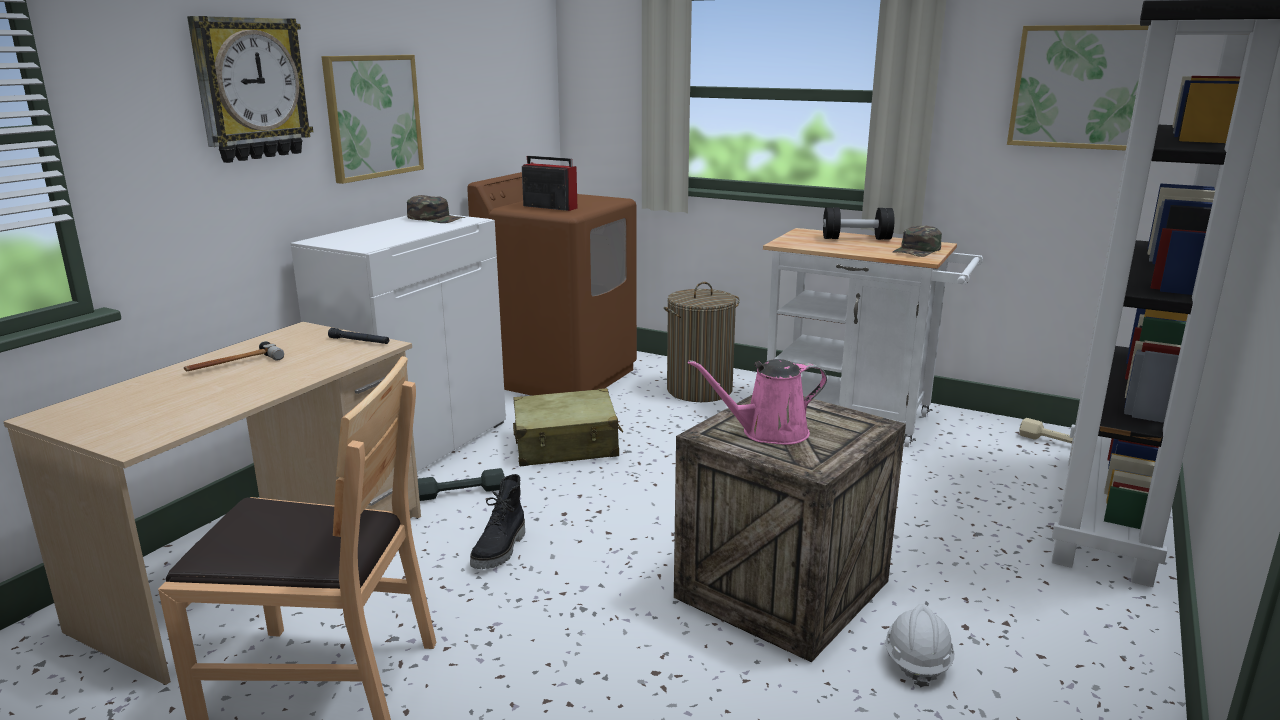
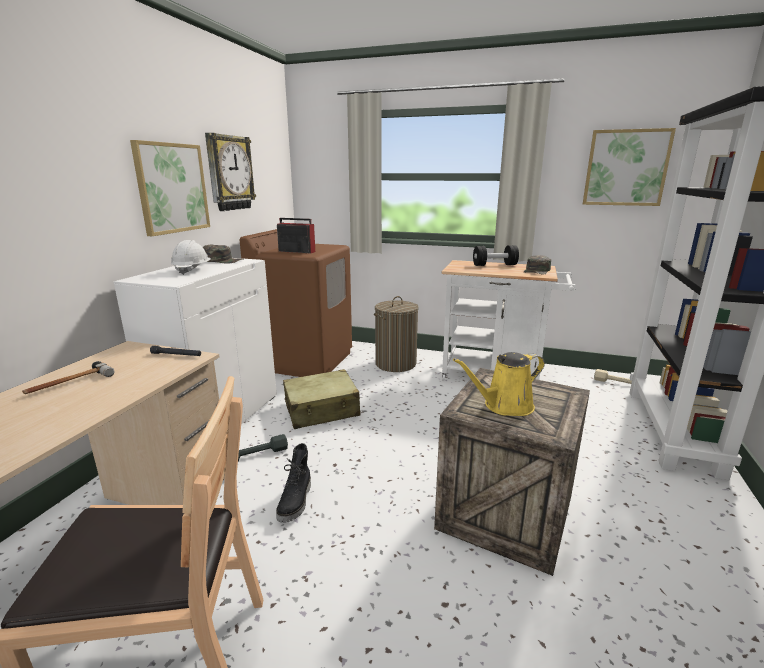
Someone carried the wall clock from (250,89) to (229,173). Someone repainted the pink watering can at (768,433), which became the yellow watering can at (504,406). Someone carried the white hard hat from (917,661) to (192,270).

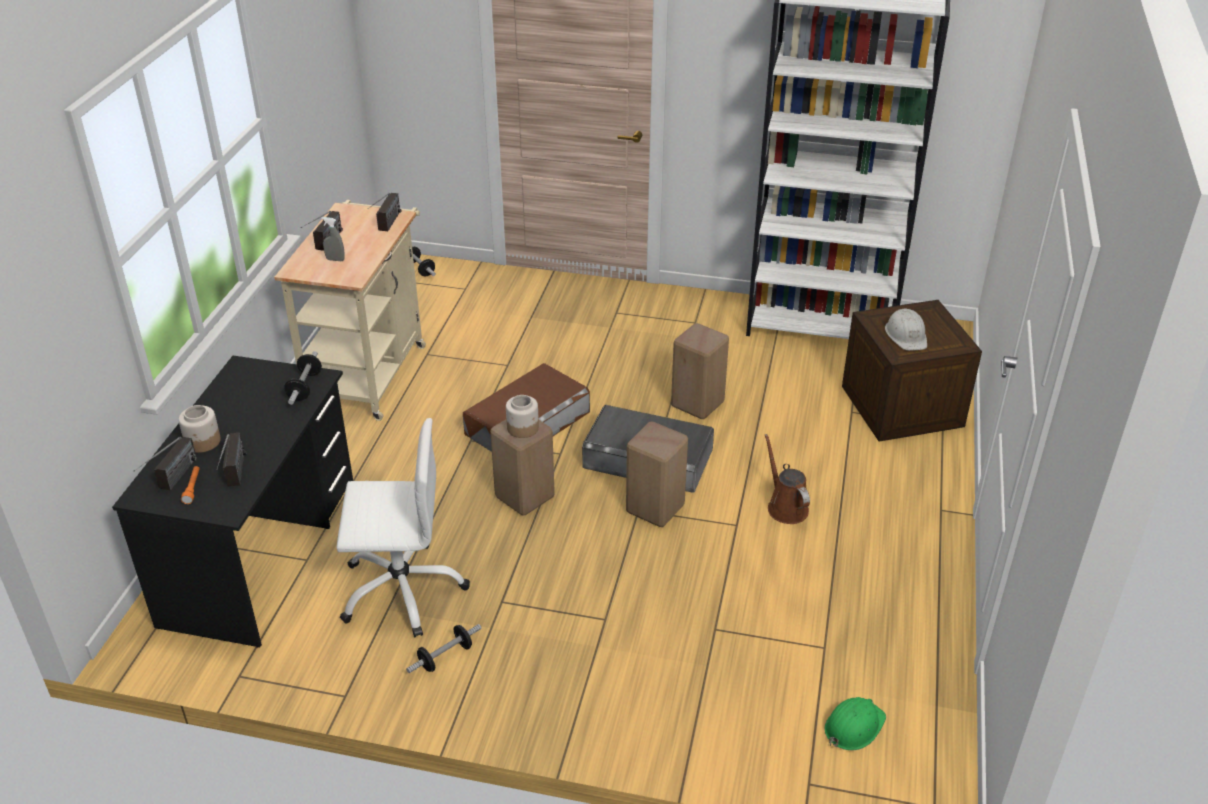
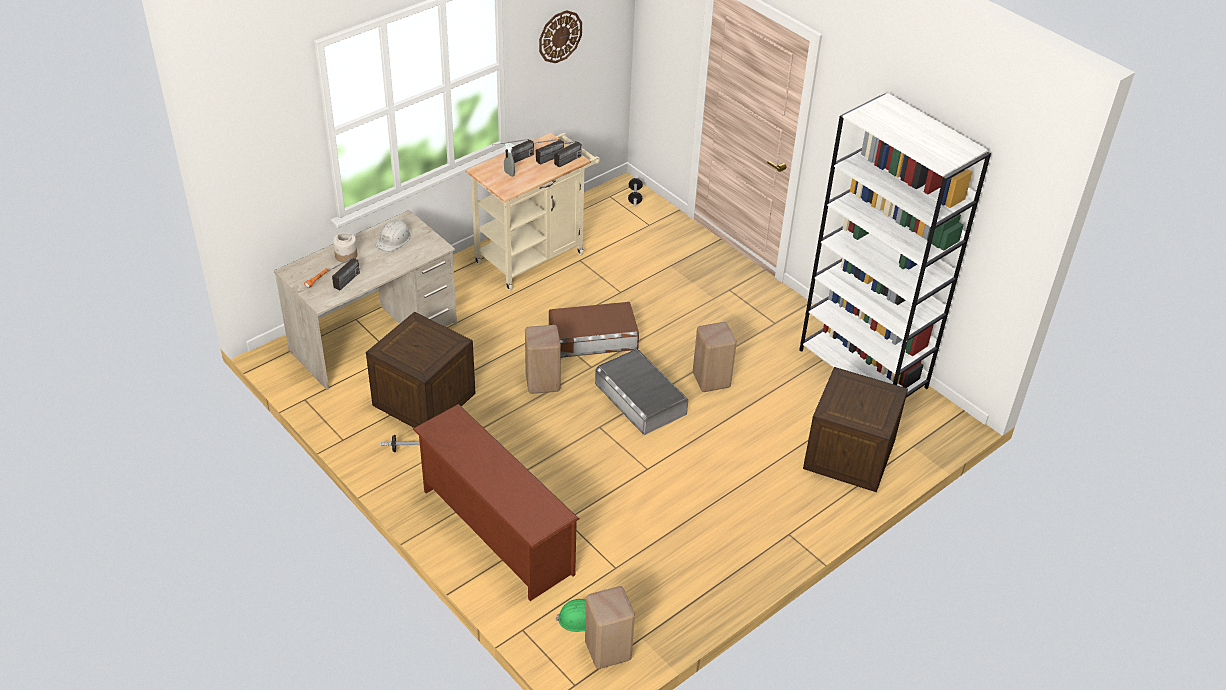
Someone repainted the black desk at (261,553), which became the beige desk at (374,338). Someone carried the radio from (172,482) to (544,161). Someone took away the dumbbell at (305,387). Someone swapped the white office chair at (402,589) for the crate at (424,399). Someone took away the jar at (523,428). Someone carried the beige stool from (655,510) to (607,651). Someone took away the brown watering can at (785,507). Someone carried the white hard hat from (906,335) to (394,239). Someone put down the brown shoe rack at (494,531). Someone put up the wall clock at (560,36).

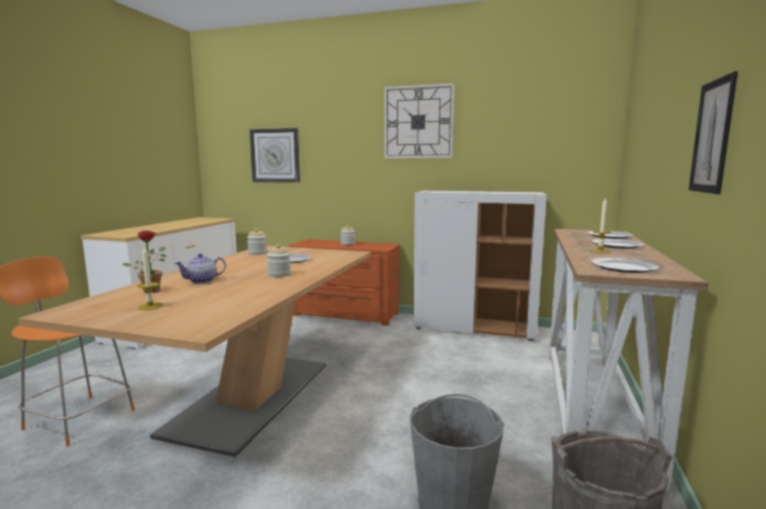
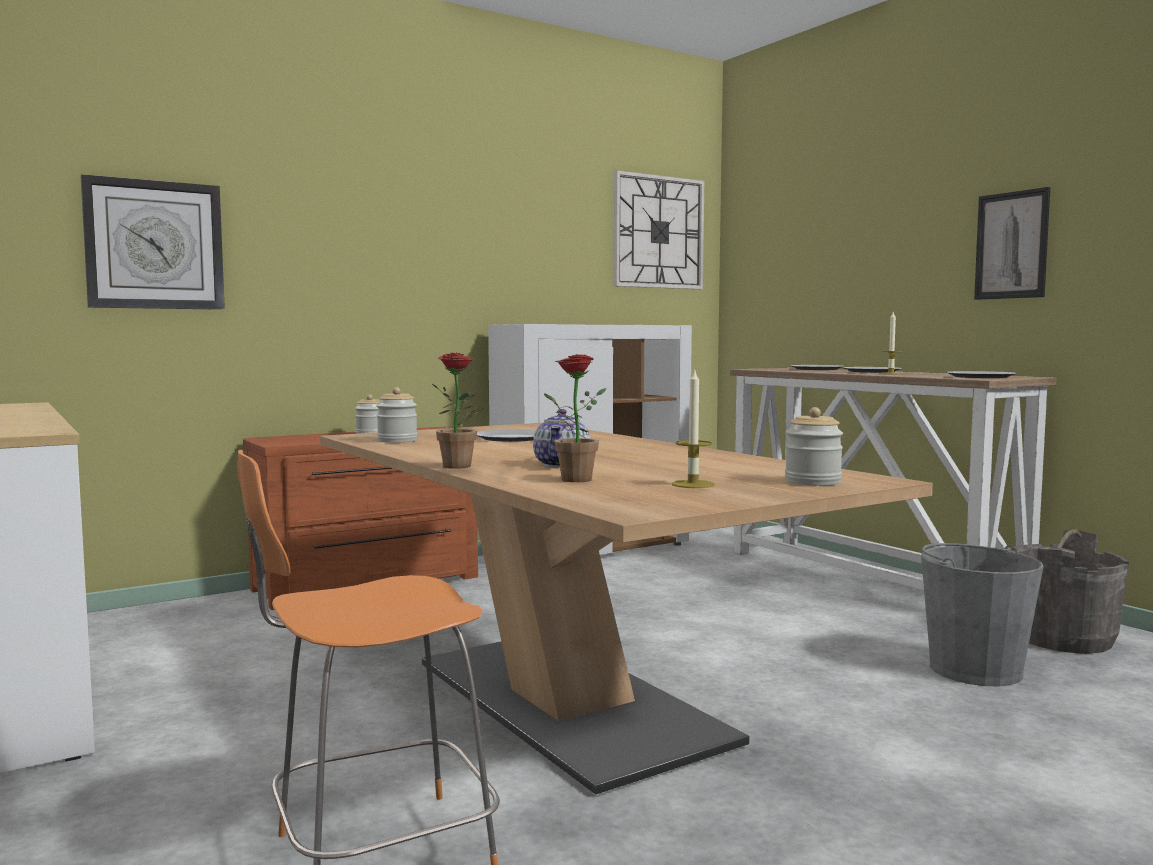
Someone carried the jar from (279,274) to (812,482). Someone carried the wall clock from (418,122) to (658,232). Someone put down the potted plant at (460,467).

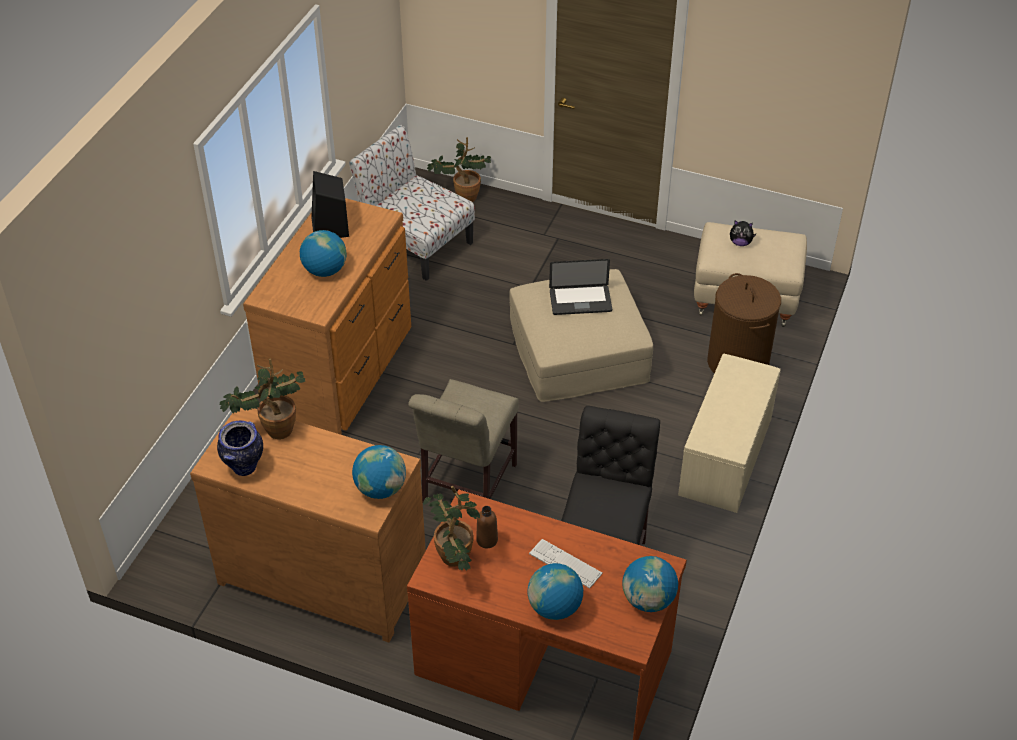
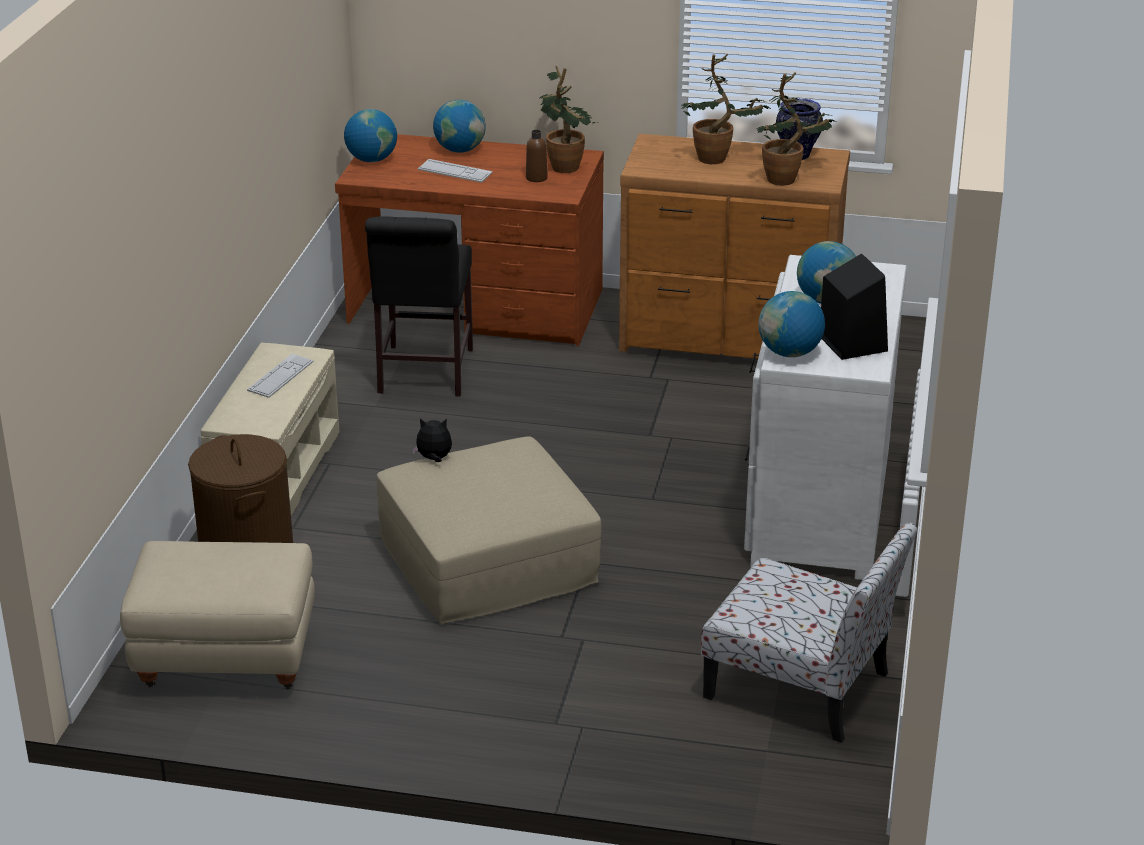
Someone repainted the brown dresser at (342,371), which became the white dresser at (817,506). Someone carried the globe from (380,488) to (790,353). Someone took away the beige chair at (466,487). Someone carried the potted plant from (462,196) to (719,159). Someone took away the laptop at (580,301). Someone carried the plush toy from (740,243) to (434,459). Someone put down the keyboard at (280,376).

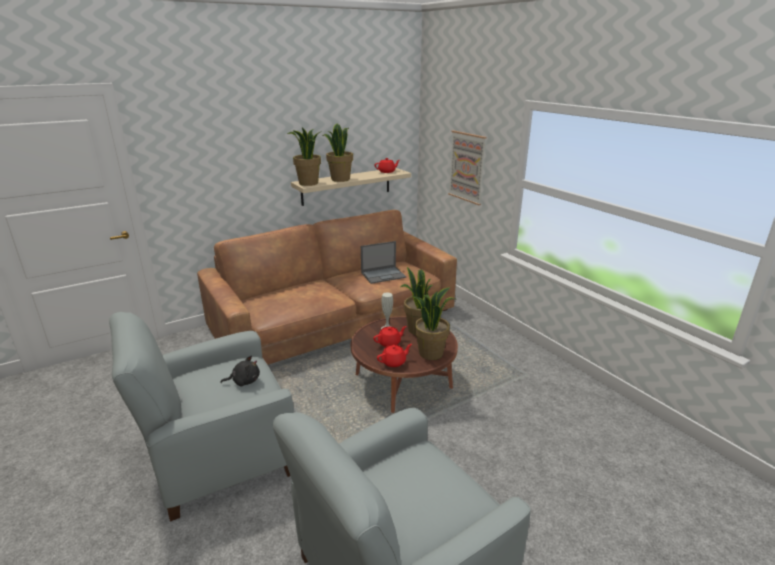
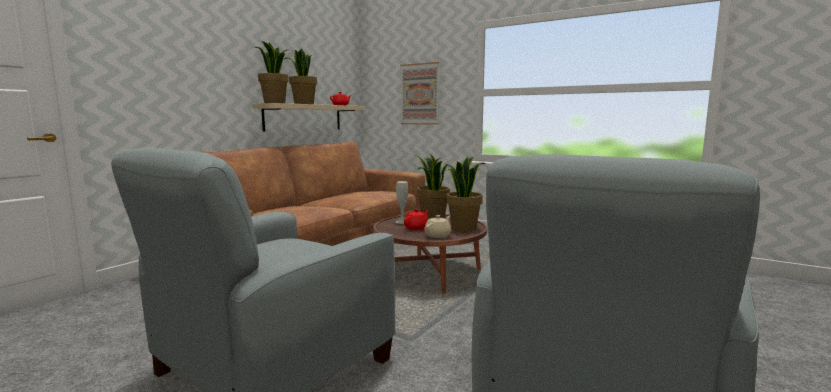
Someone took away the black plush toy at (244,381). Someone took away the laptop at (383,275). Someone repainted the red teapot at (394,362), which became the beige teapot at (438,235).

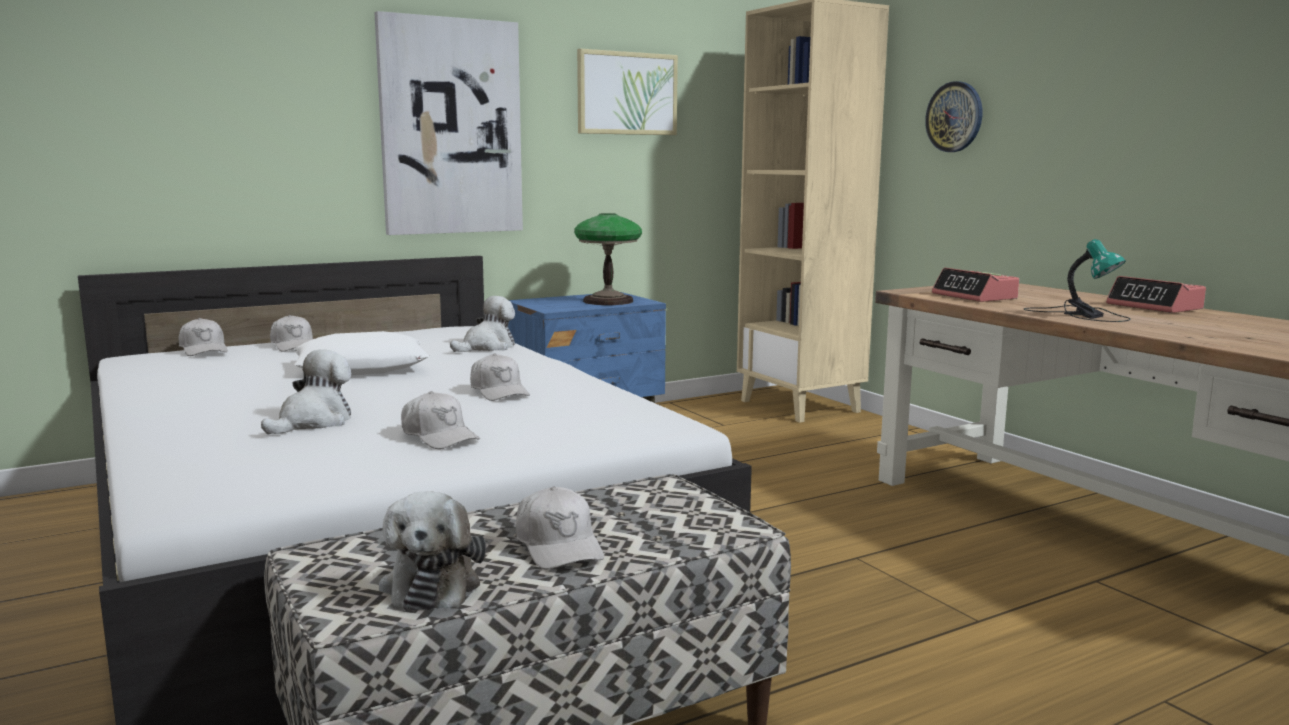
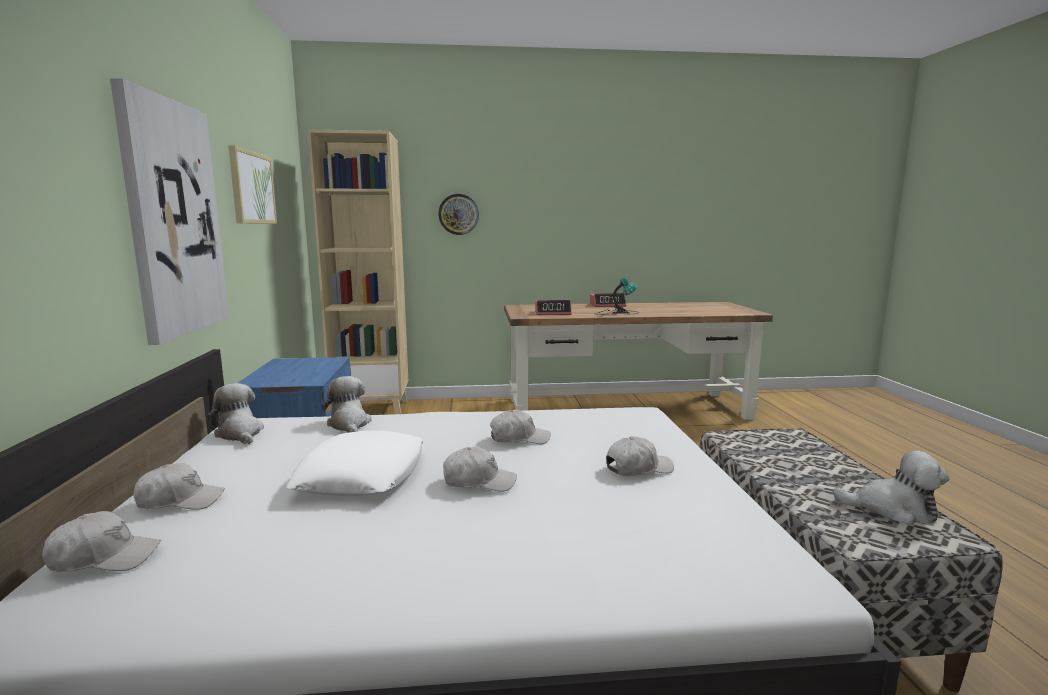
Someone carried the plush toy from (313,422) to (240,434). Someone carried the white cap from (559,546) to (479,481). Someone took away the table lamp at (608,301).

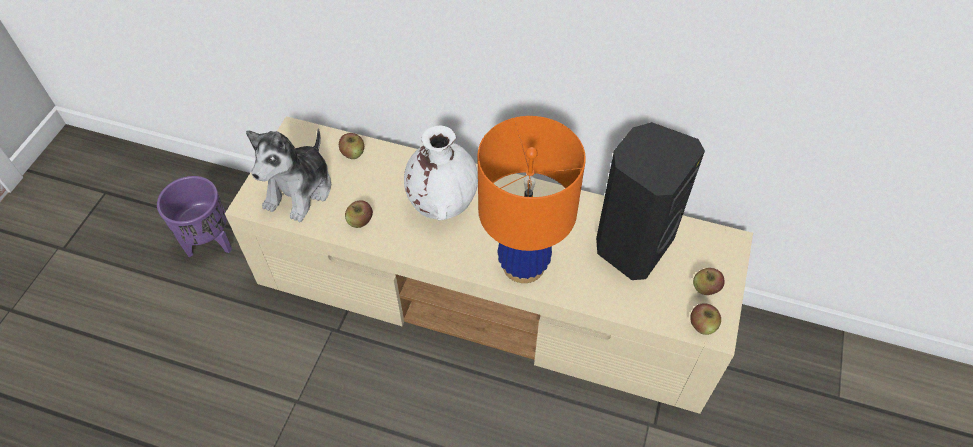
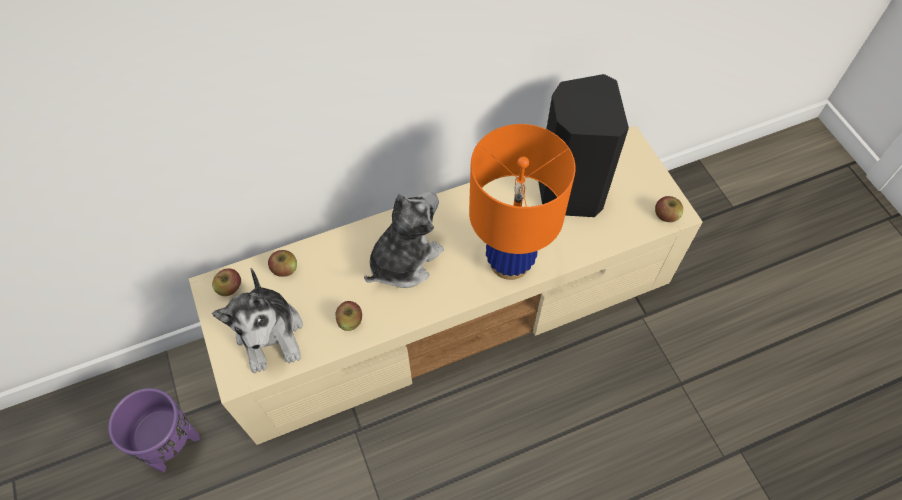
Someone swapped the white vase at (442,205) for the plush toy at (404,260). Someone carried the apple from (705,288) to (230,288).

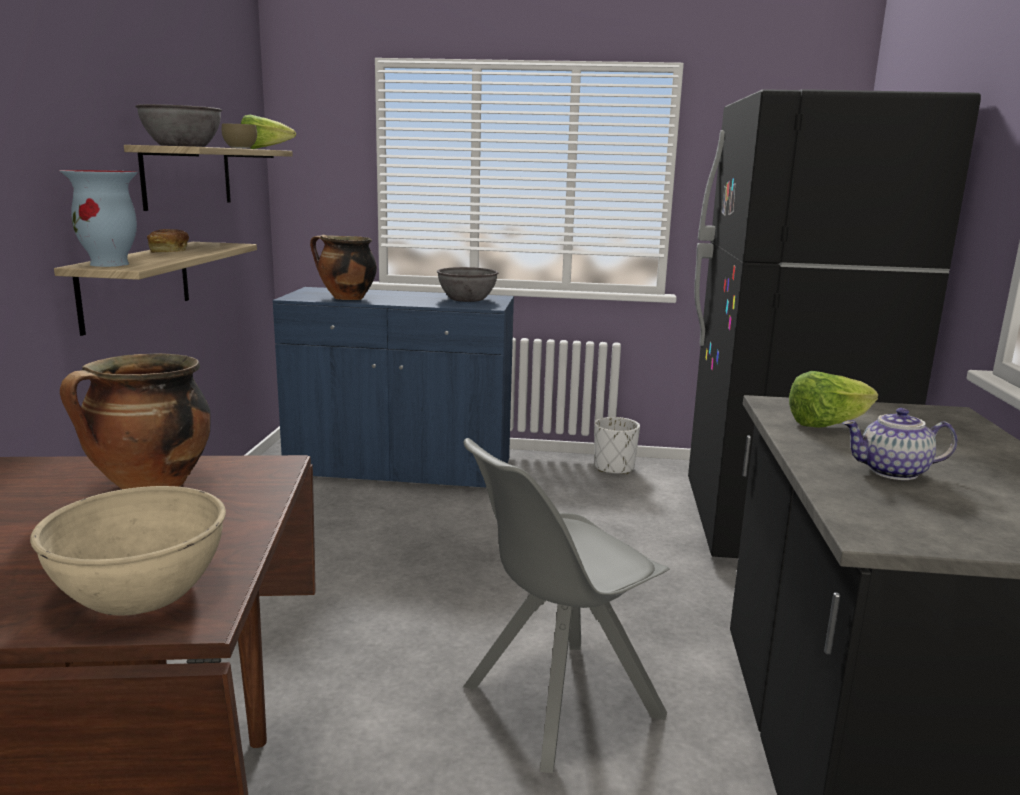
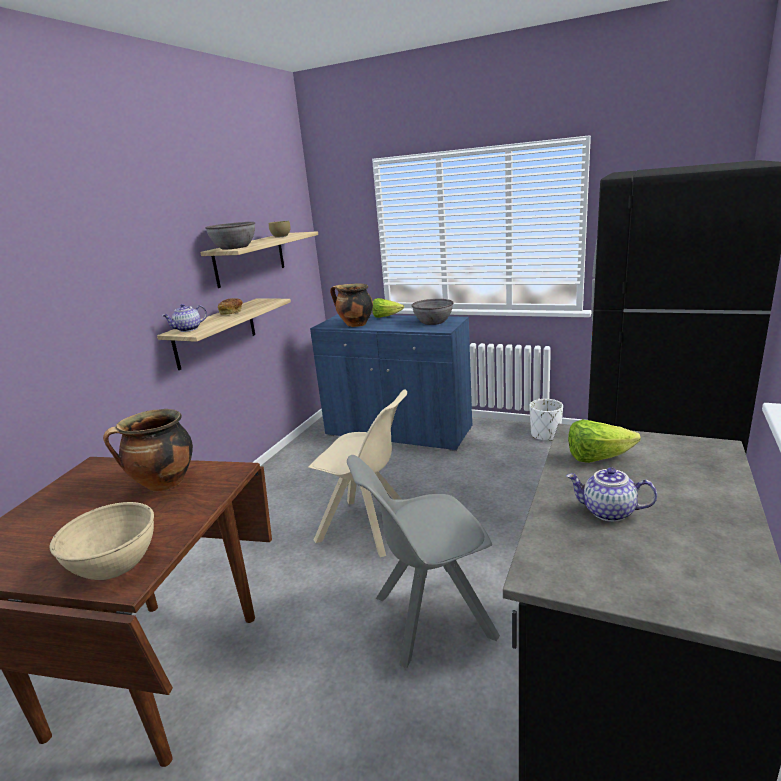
Someone swapped the vase at (111,264) for the teapot at (188,329). Someone carried the lettuce from (264,149) to (386,317). Someone put down the beige chair at (368,527).

